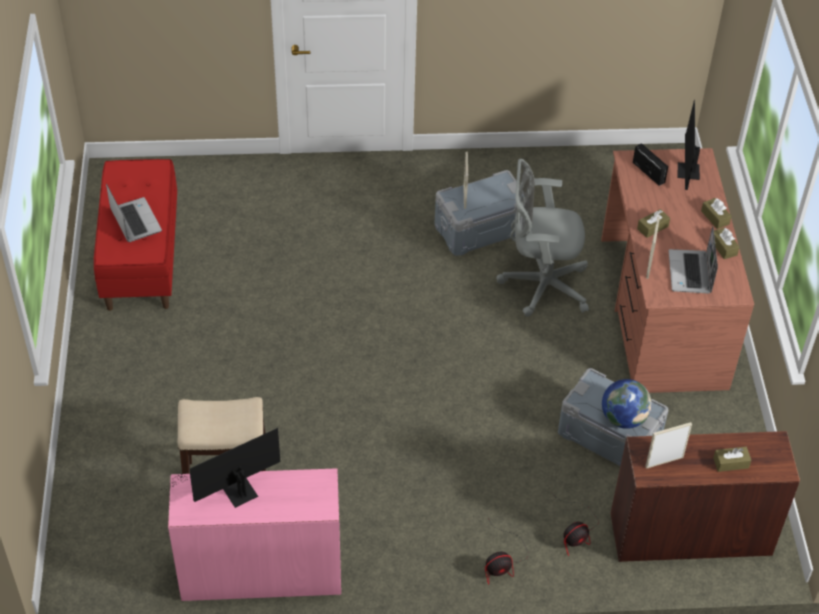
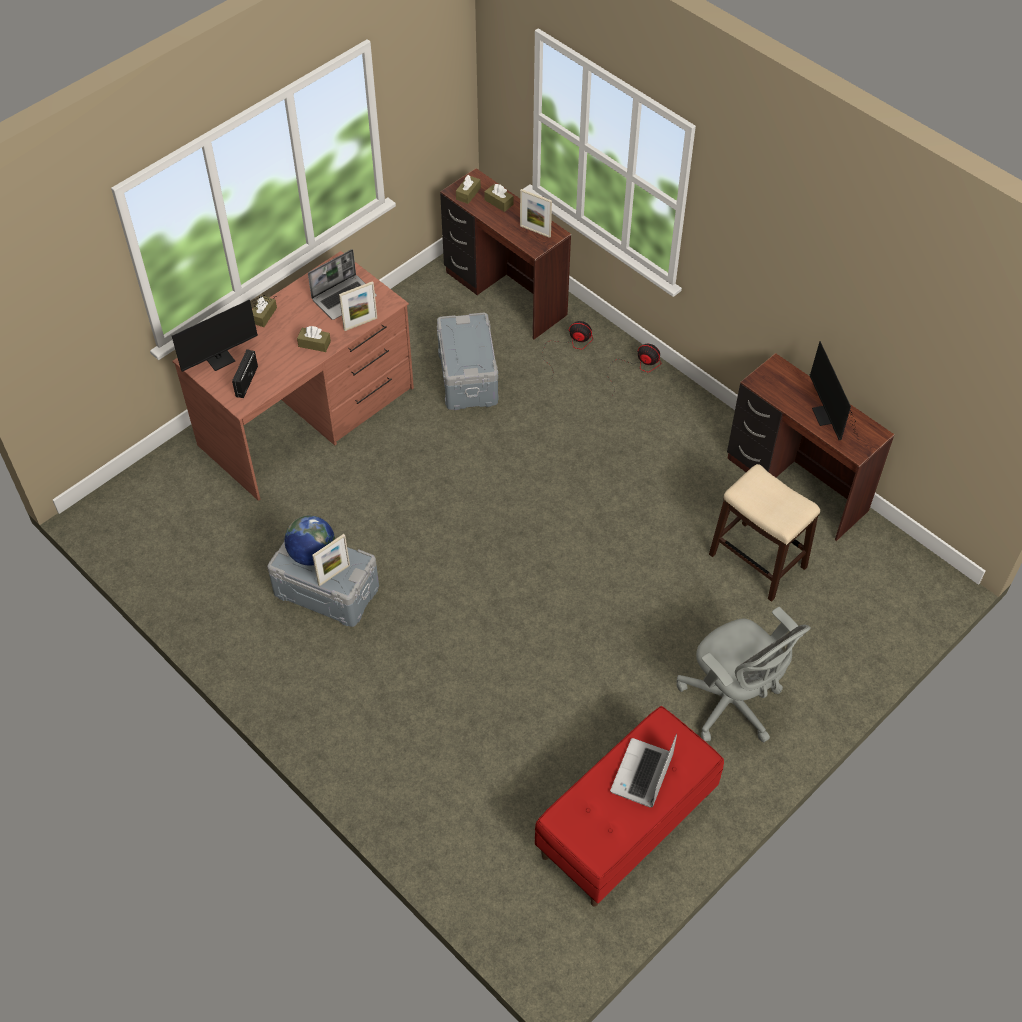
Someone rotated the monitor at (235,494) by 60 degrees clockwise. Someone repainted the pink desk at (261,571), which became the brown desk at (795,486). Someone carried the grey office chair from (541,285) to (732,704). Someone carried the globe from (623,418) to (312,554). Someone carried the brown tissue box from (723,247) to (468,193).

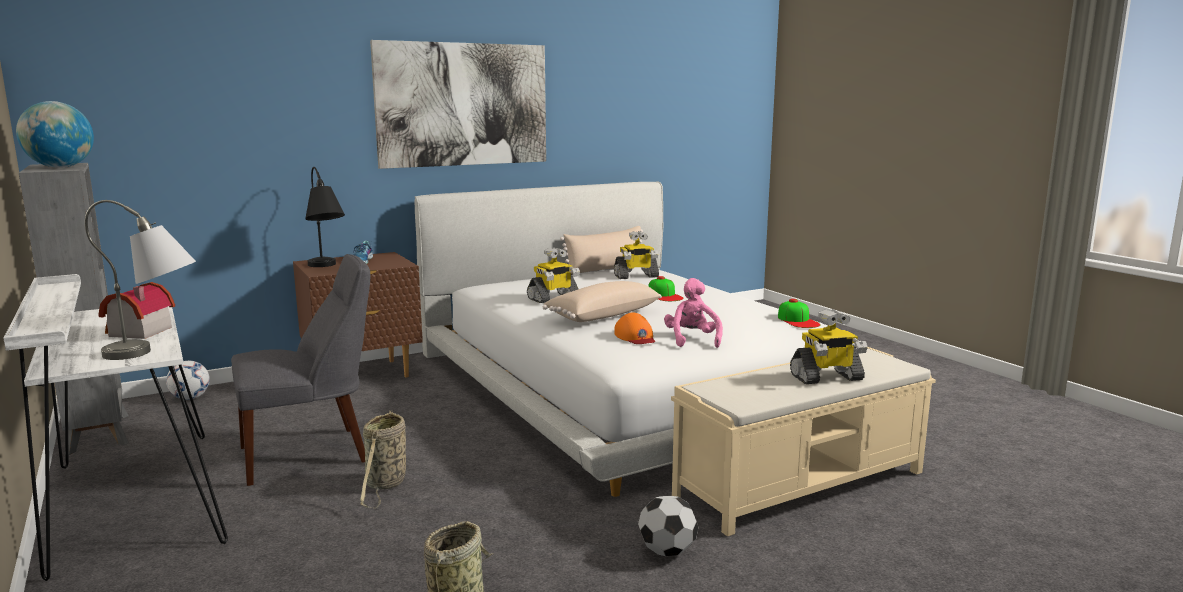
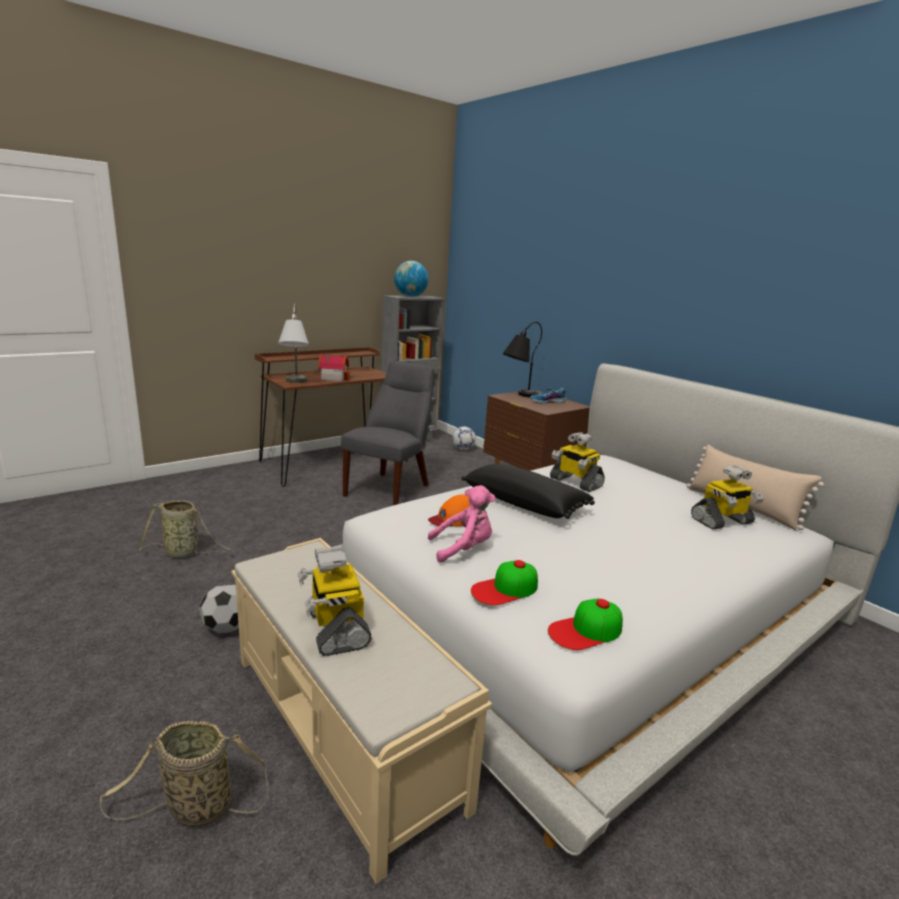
Someone repainted the white desk at (131,501), which became the brown desk at (331,461). Someone rotated the grey chair at (311,453) by 120 degrees counterclockwise. Someone carried the basket from (385,485) to (195,809). Someone took away the picture at (463,104). Someone repainted the beige pillow at (602,315), which became the black pillow at (525,503). Someone rotated the toy robot at (636,276) by 90 degrees counterclockwise. Someone carried the cap from (665,295) to (505,589).

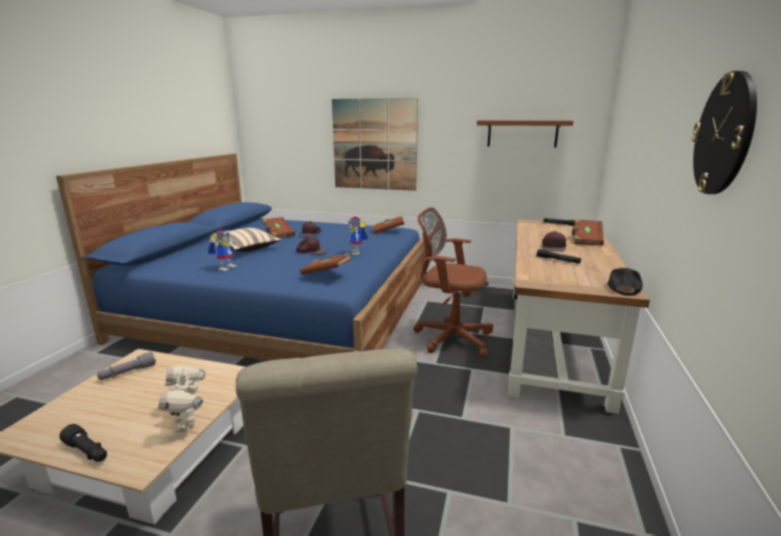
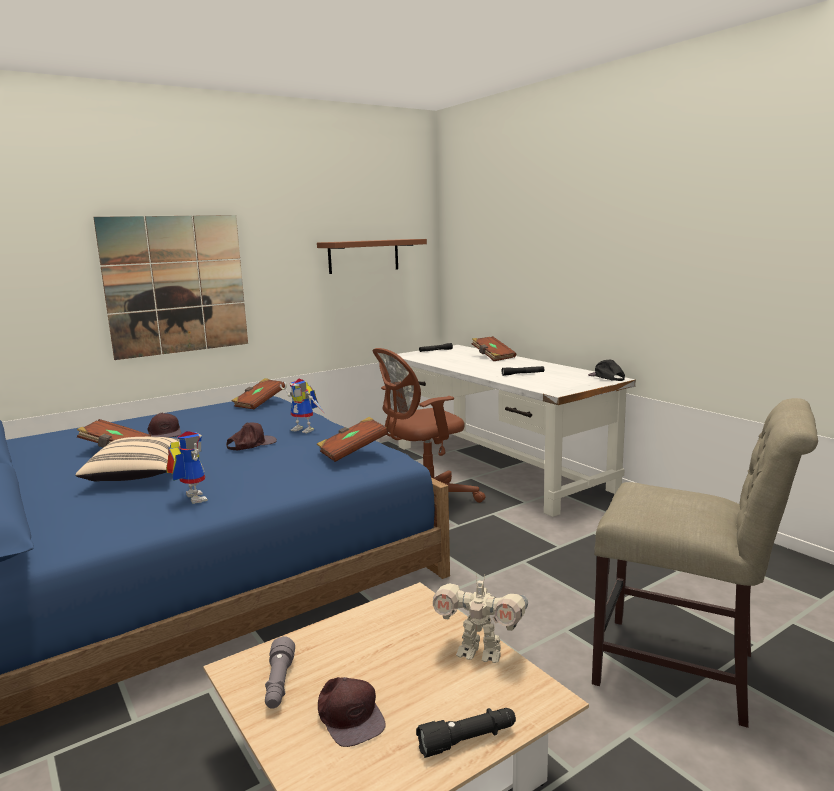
Someone repainted the brown desk at (553,341), which became the white desk at (499,467). Someone carried the brown cap from (554,247) to (350,715). Someone took away the wall clock at (724,134).

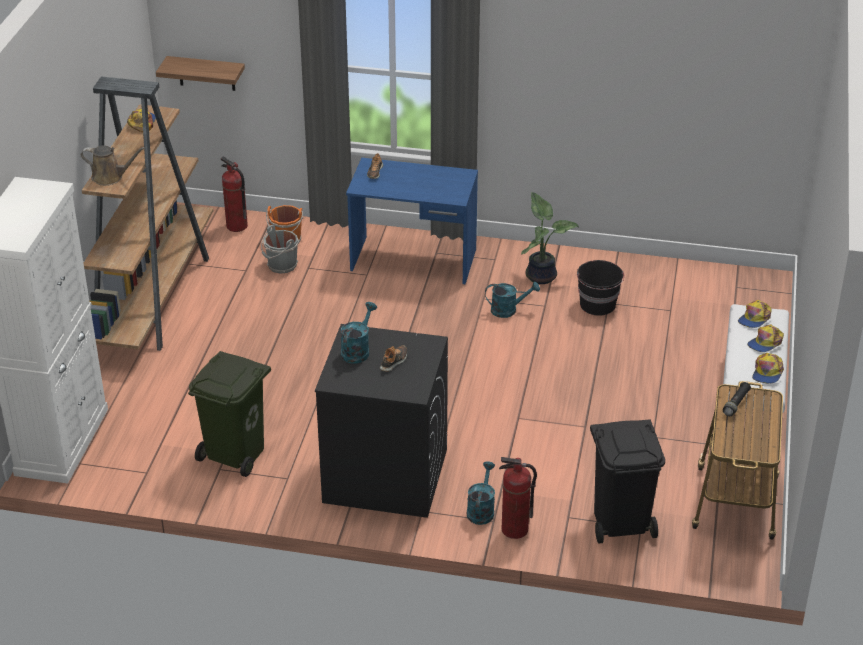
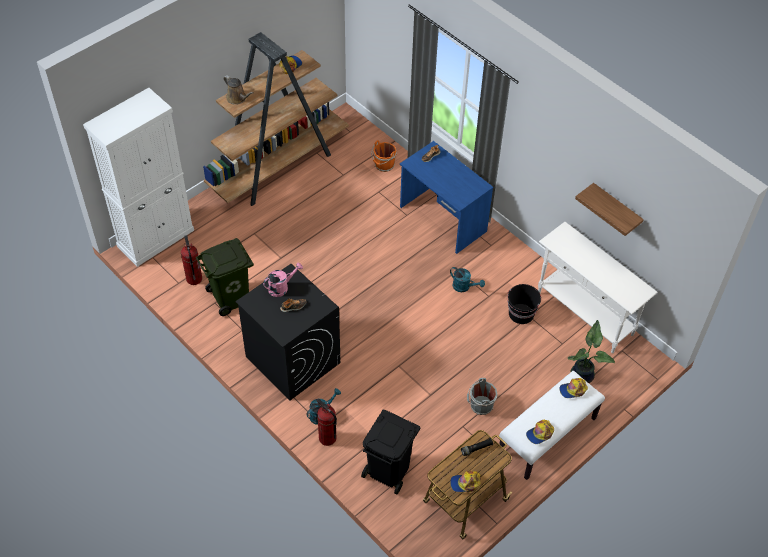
Someone carried the shelf from (206,73) to (616,208). Someone carried the fire extinguisher from (237,226) to (194,279). Someone carried the grey bucket from (281,266) to (480,405). Someone repainted the turquoise watering can at (357,350), which became the pink watering can at (281,287). Someone carried the potted plant from (542,275) to (583,375). Someone carried the cap from (765,343) to (465,483). Someone put down the white console table at (585,314).

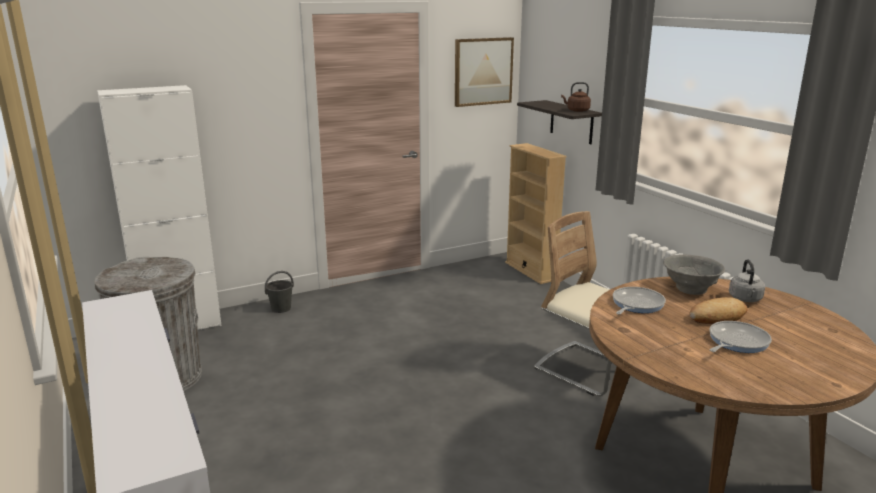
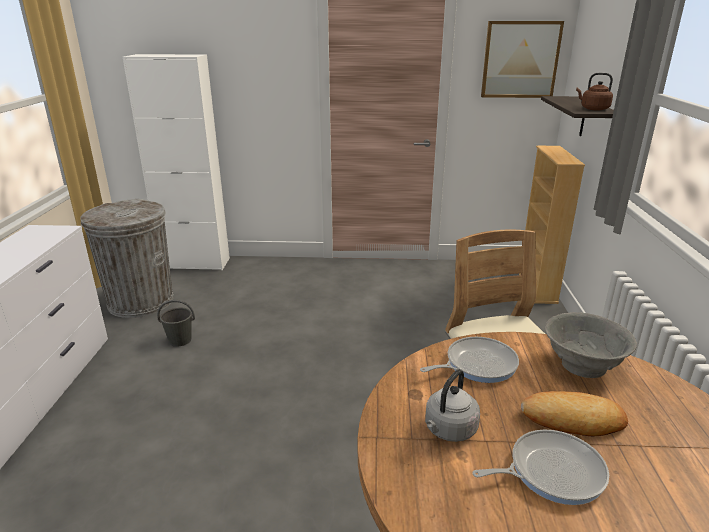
Someone carried the grey bucket from (281,308) to (179,340). Someone carried the grey kettle from (745,299) to (449,430).

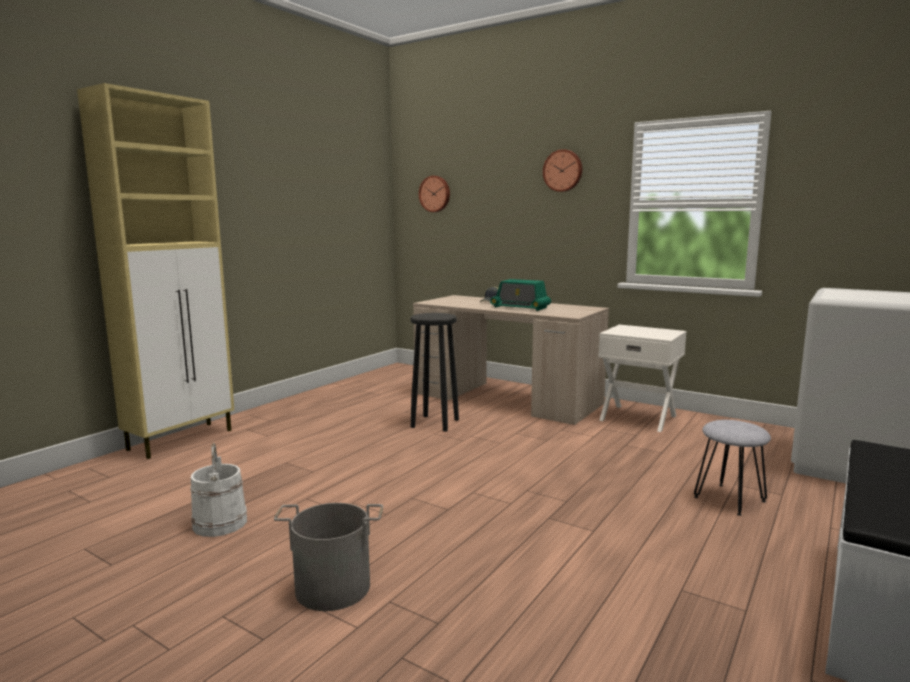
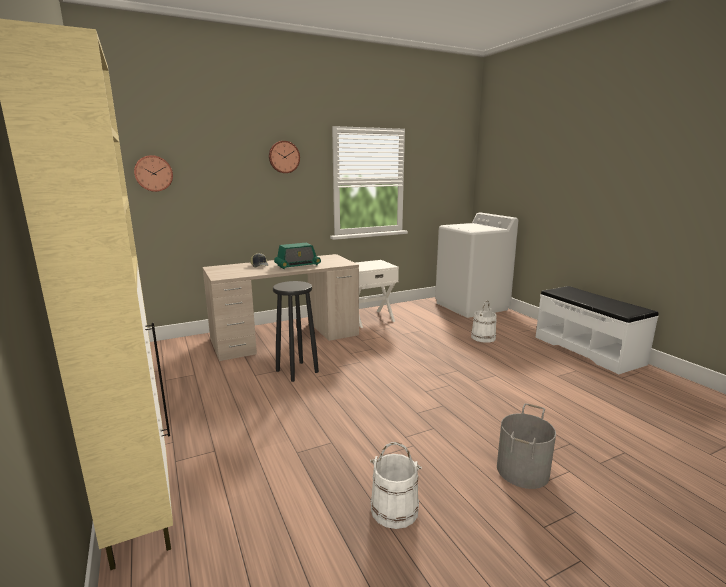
Someone swapped the grey stool at (729,499) for the white bucket at (483,337).

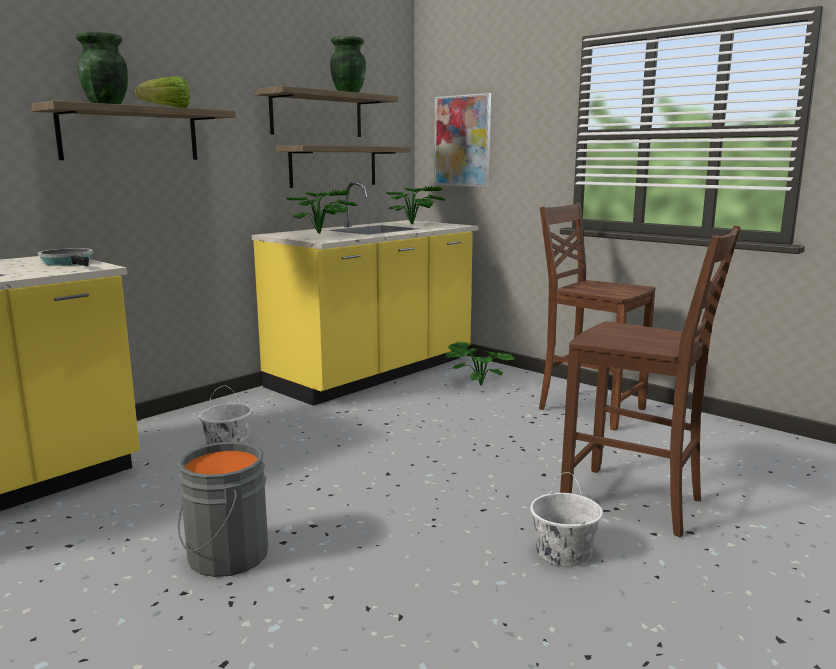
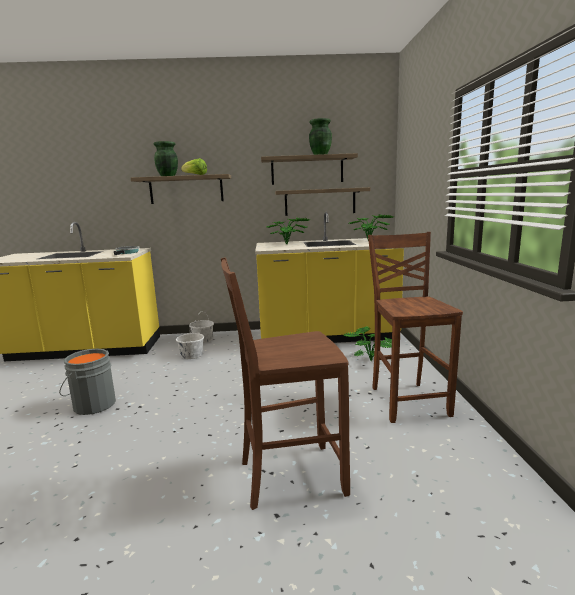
Someone took away the picture at (462,141). Someone carried the white bucket from (563,552) to (203,340). Someone rotated the brown chair at (635,503) by 90 degrees clockwise.

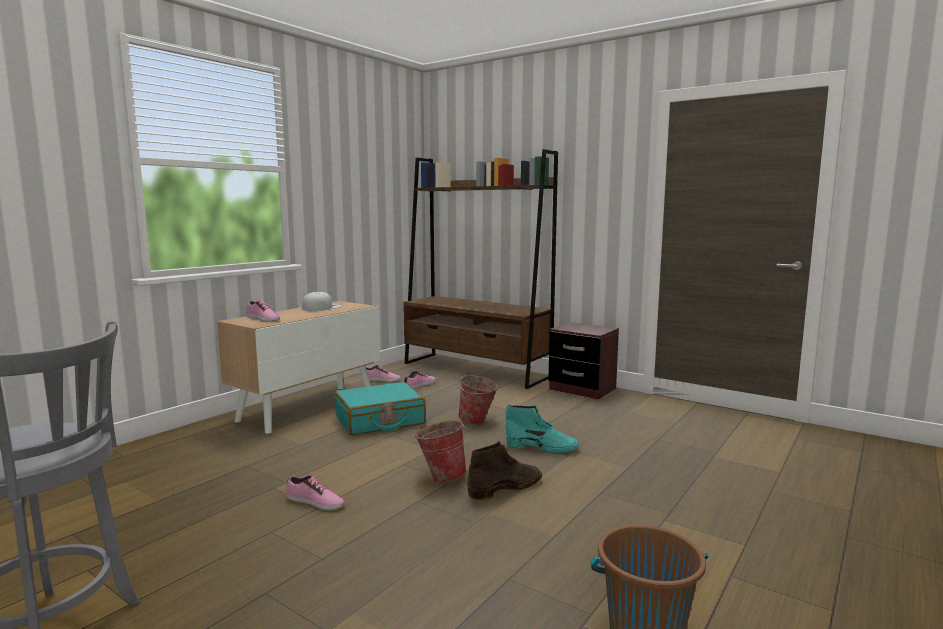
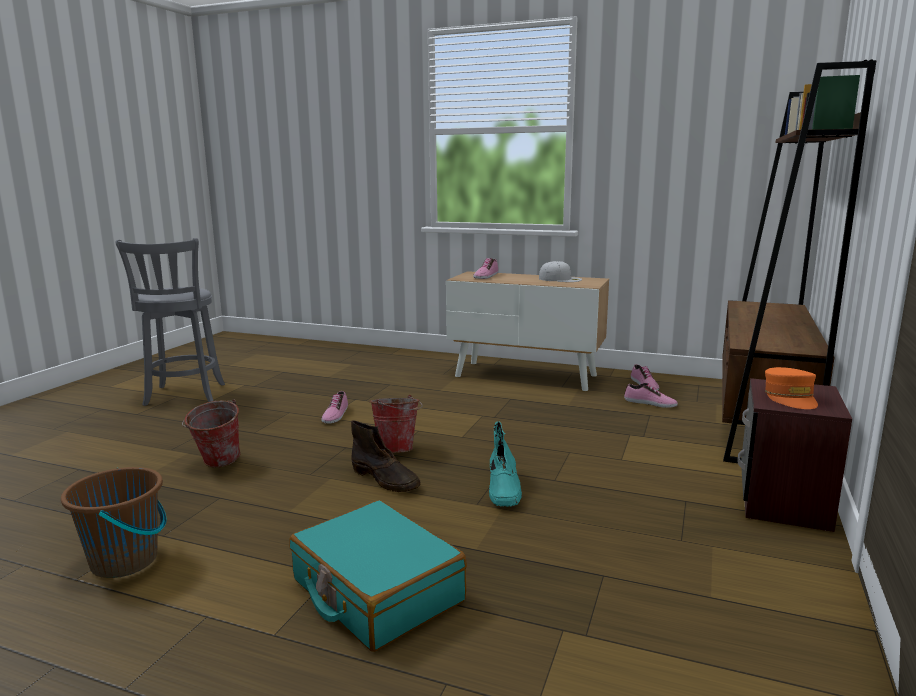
Someone carried the turquoise suitcase from (380,420) to (376,591). Someone carried the bucket from (477,422) to (216,464). Someone put down the orange cap at (790,398).

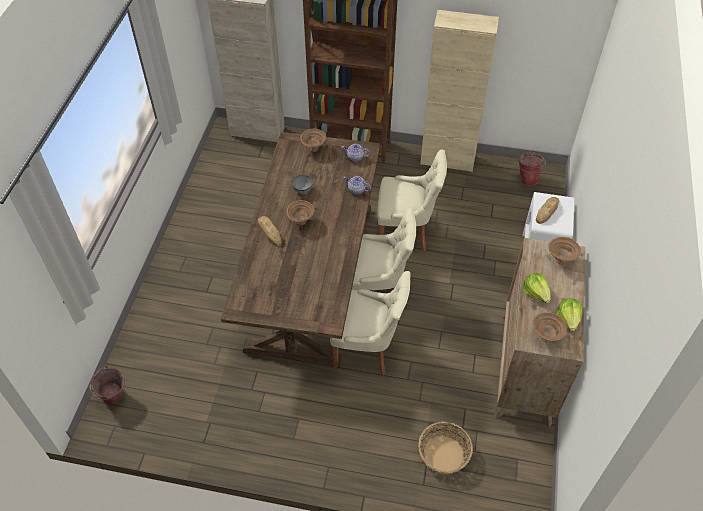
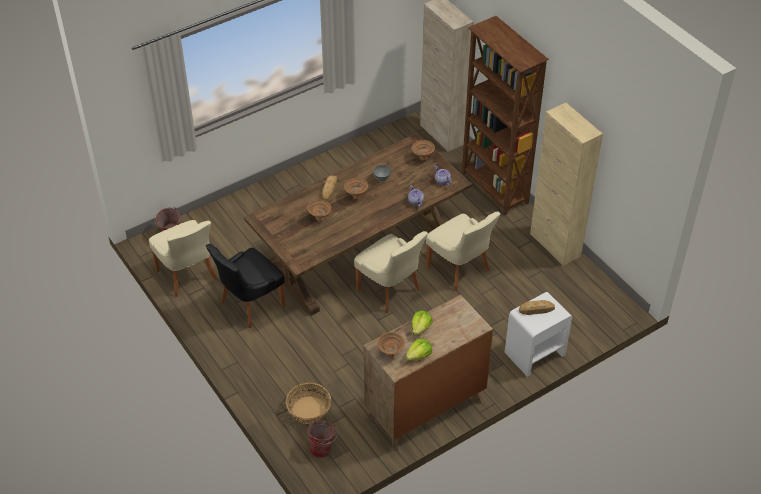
Someone carried the beige chair from (368,348) to (188,276). Someone carried the bucket from (527,178) to (323,448). Someone carried the brown bowl from (560,260) to (319,218). Someone put down the black chair at (250,305).

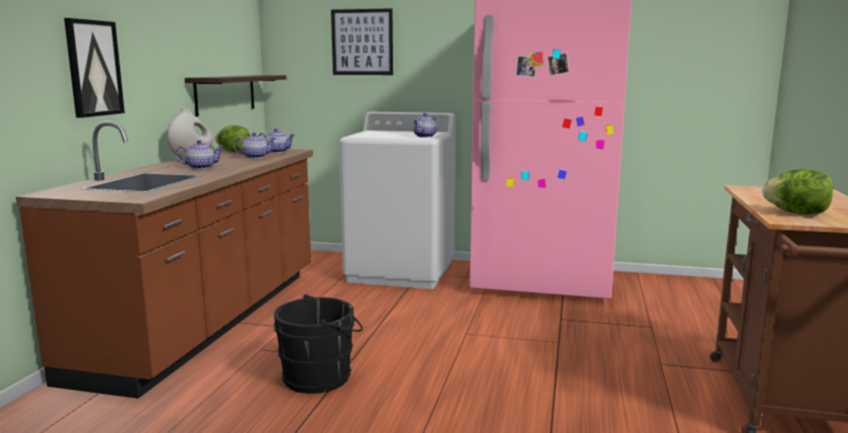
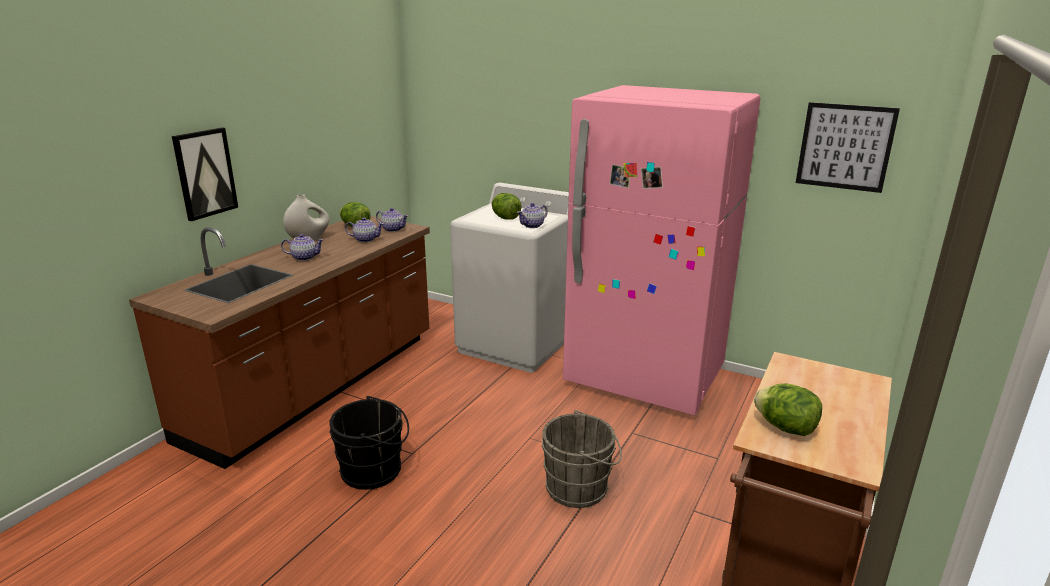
Someone took away the shelf at (225,94). Someone carried the picture from (362,42) to (845,147). Someone put down the lettuce at (505,218). Someone put down the grey bucket at (580,488).

